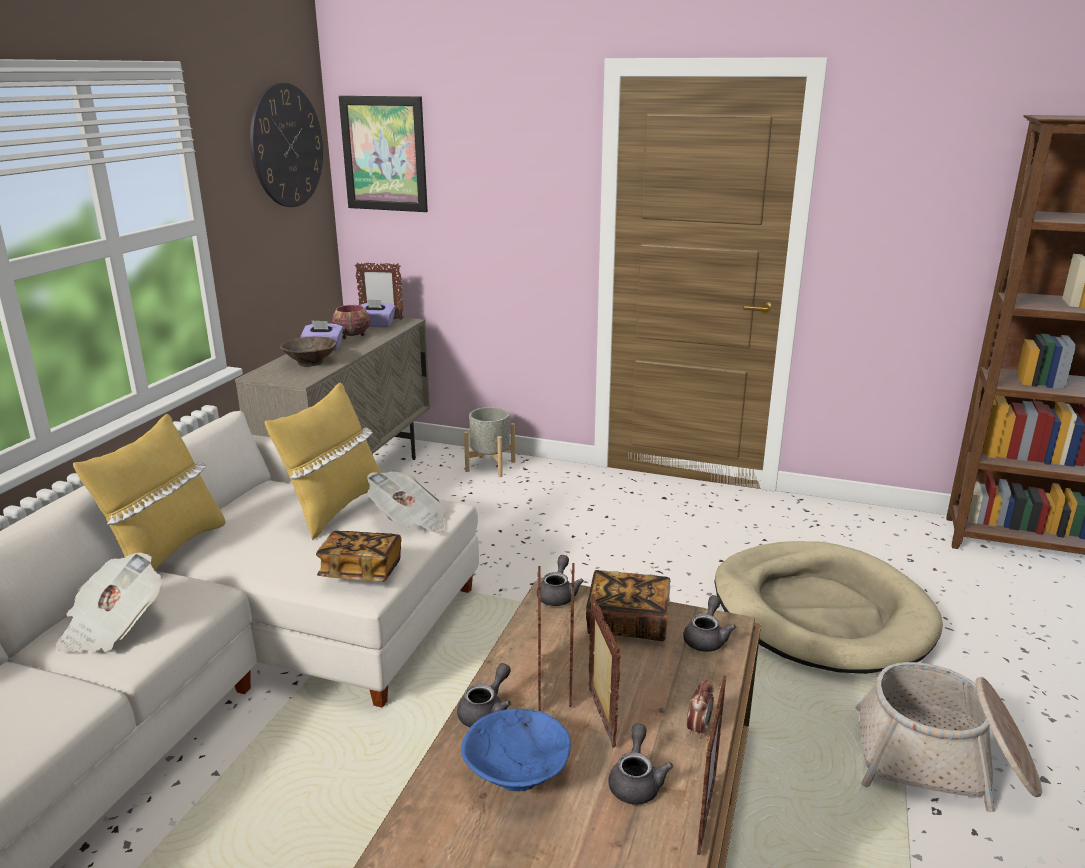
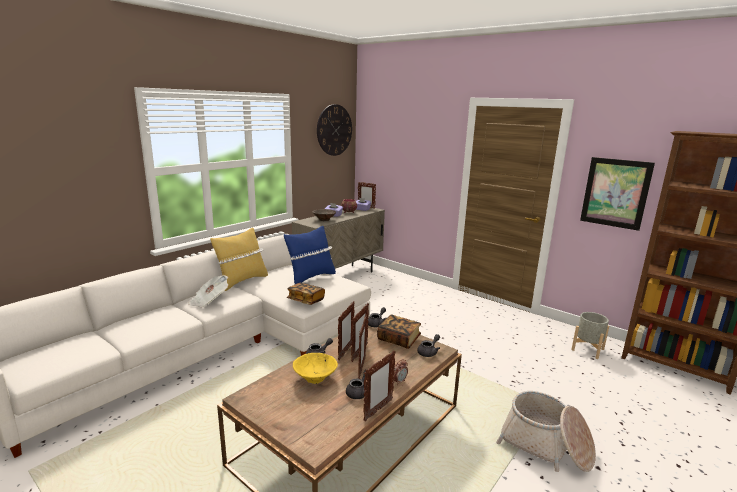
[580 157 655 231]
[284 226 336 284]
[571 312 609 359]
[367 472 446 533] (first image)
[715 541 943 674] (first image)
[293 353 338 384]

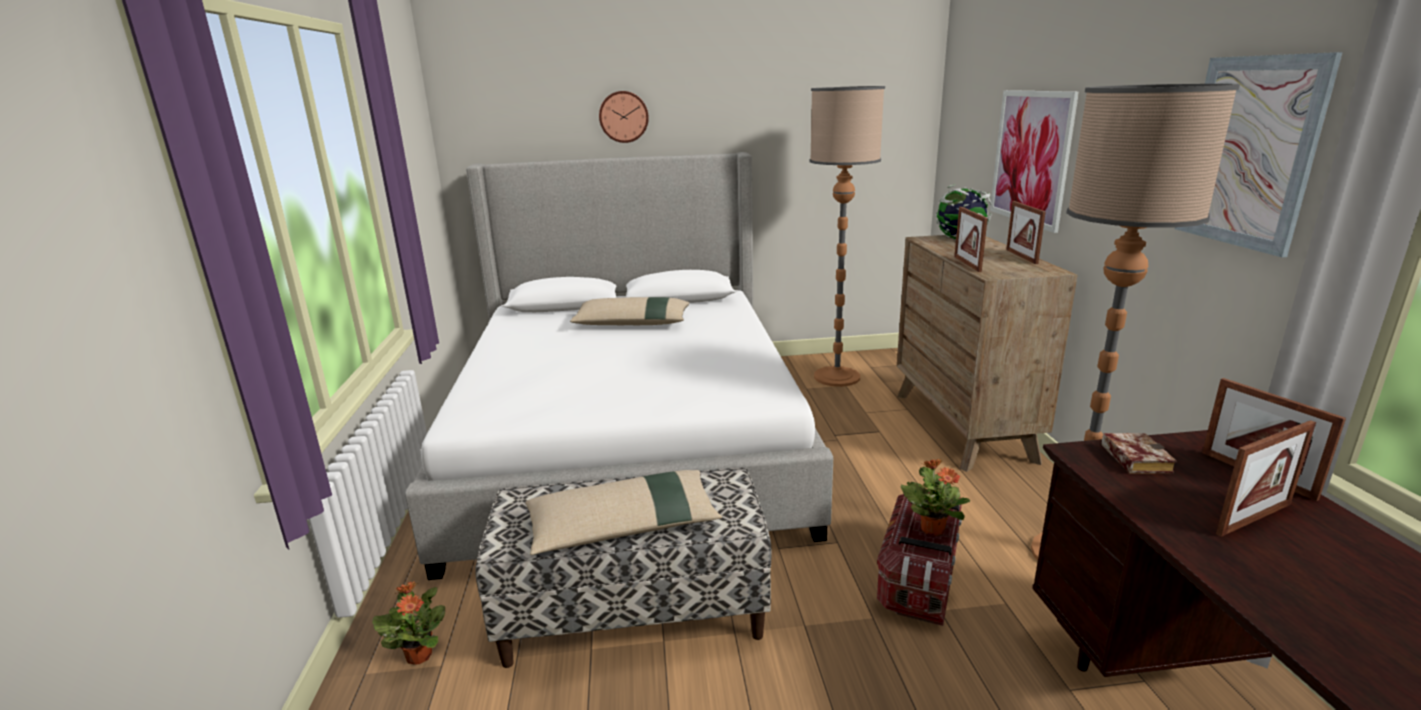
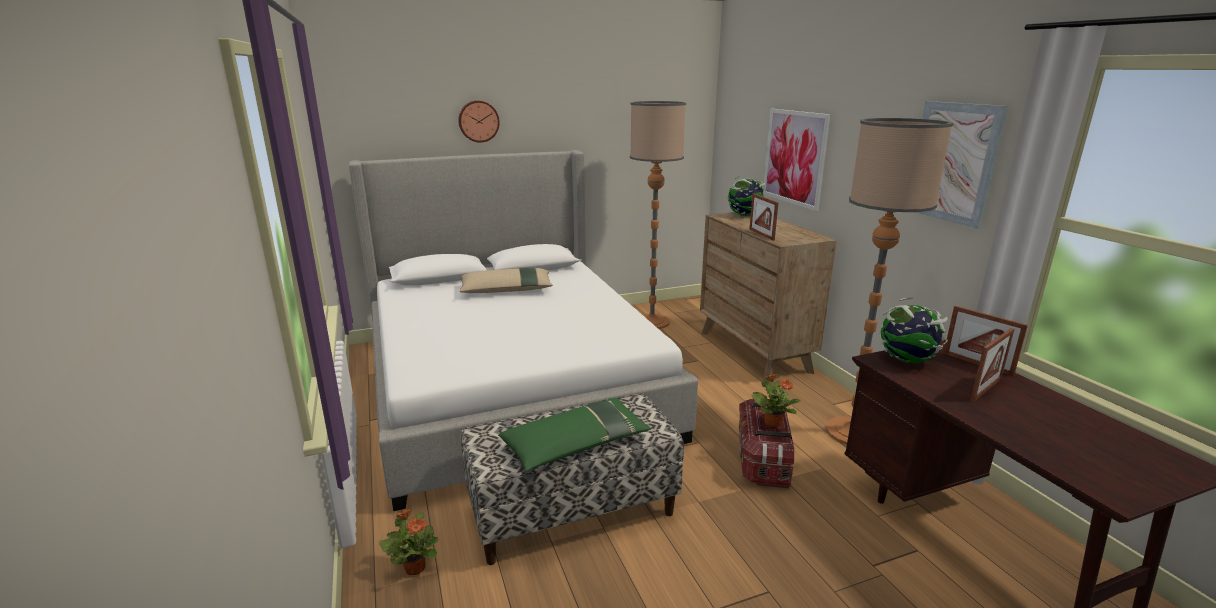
[1006 201 1046 264] (first image)
[879 297 948 363]
[498 398 651 471]

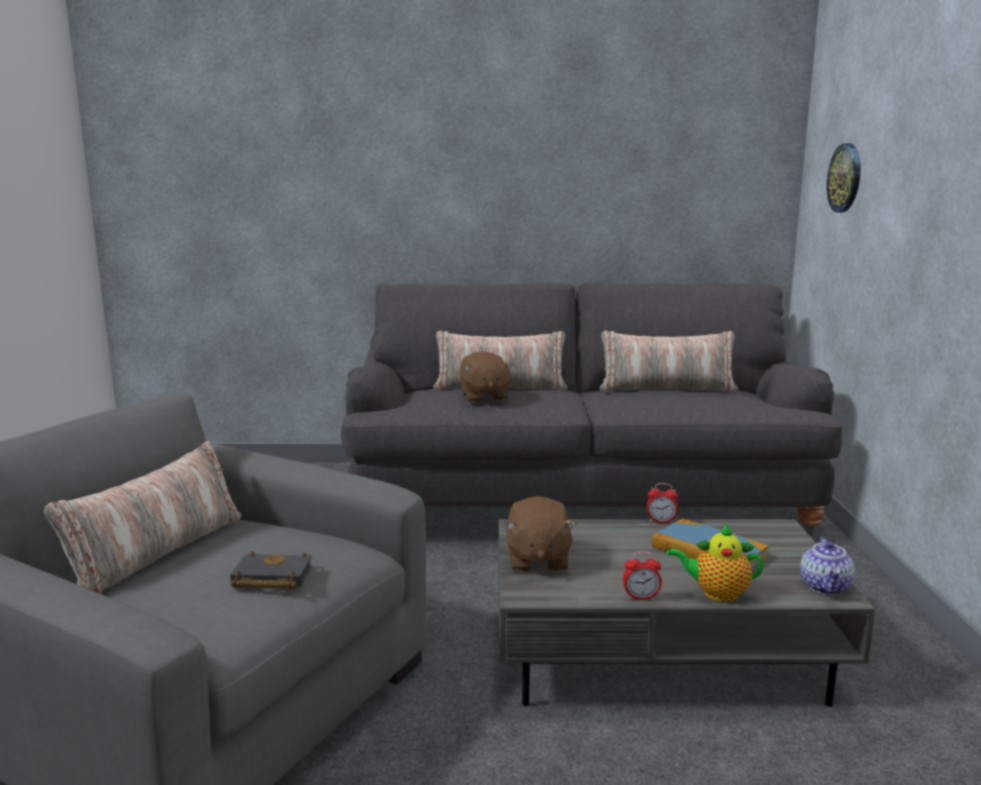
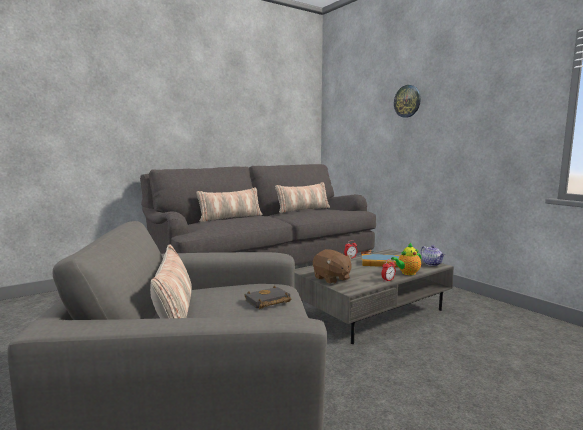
[394 85 421 118]
[459 351 514 403] (first image)

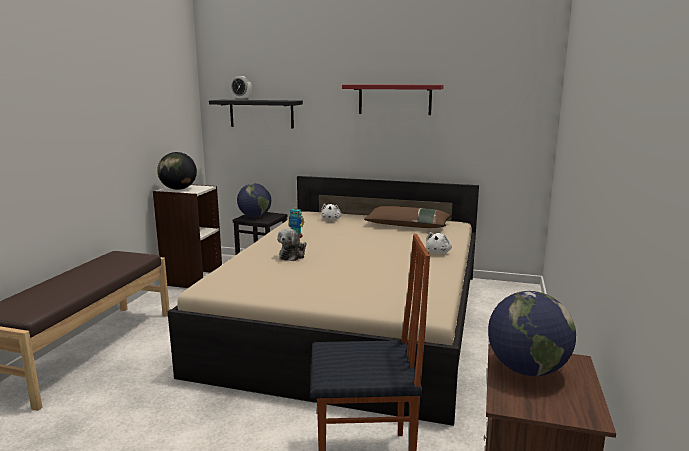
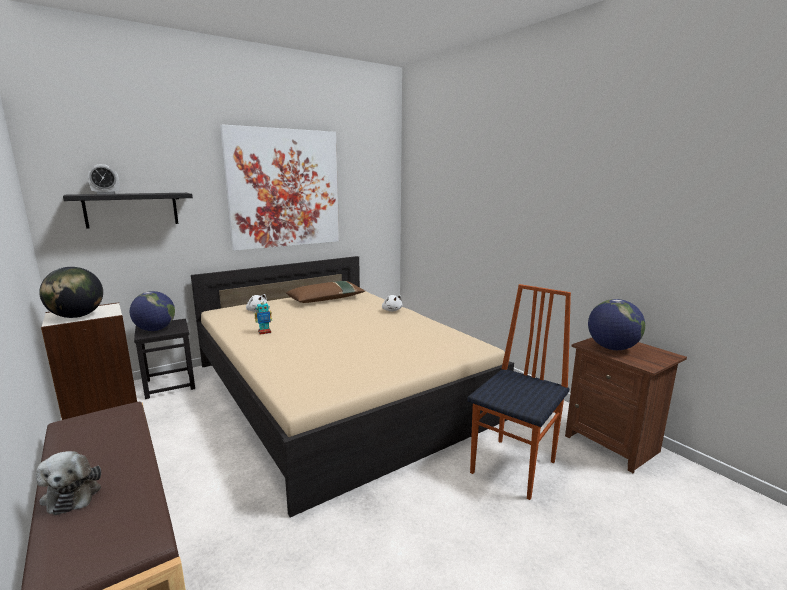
[220 124 339 251]
[36 451 101 515]

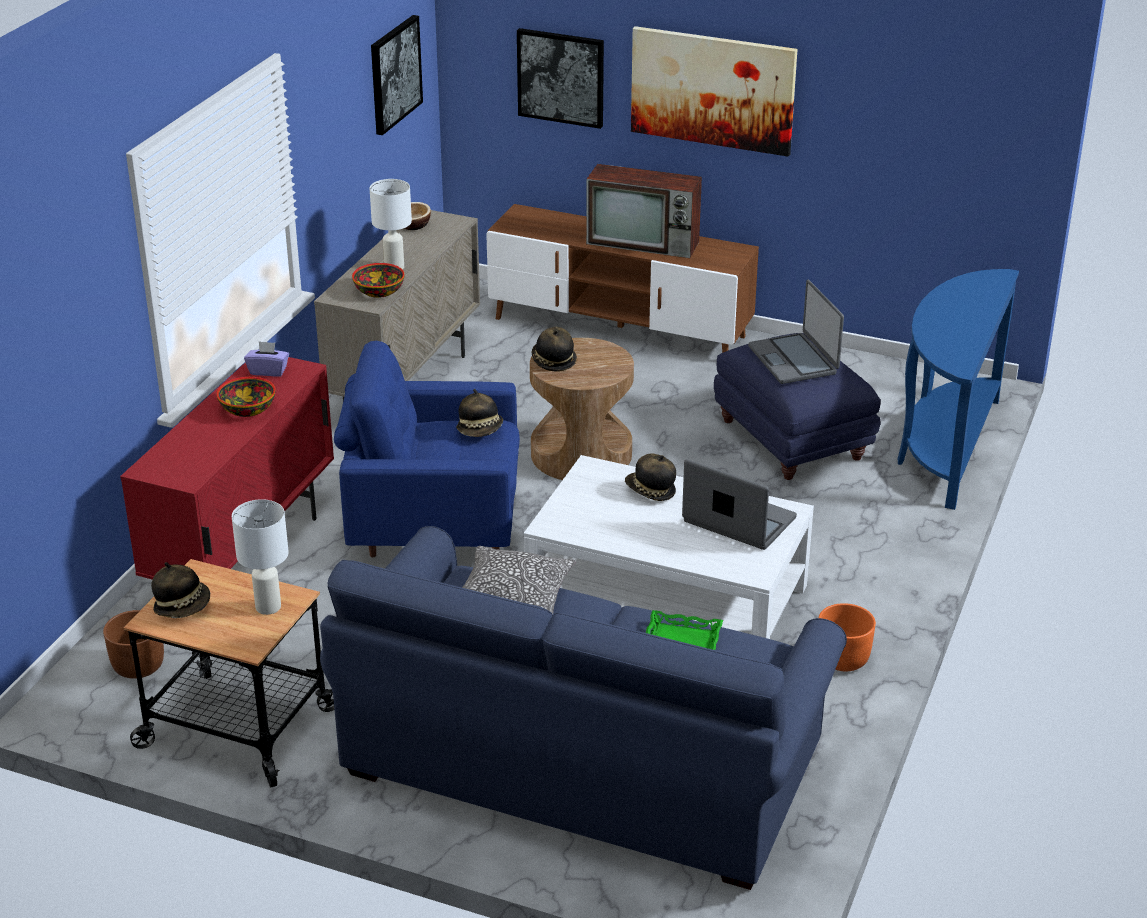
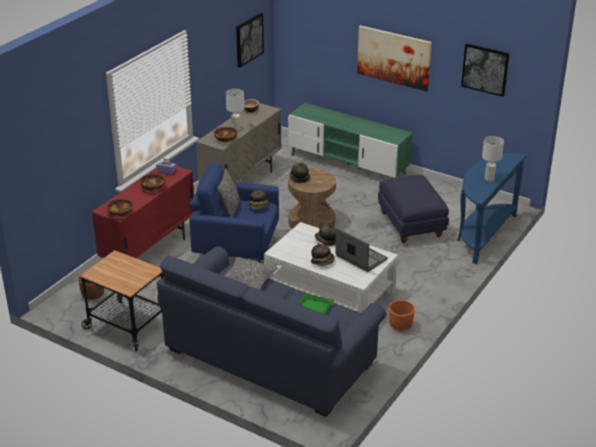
[461 43 510 97]
[586 164 702 258] (first image)
[288 103 413 179]
[748 279 844 384] (first image)
[482 136 504 181]
[311 243 335 266]
[218 168 240 218]
[106 198 133 217]

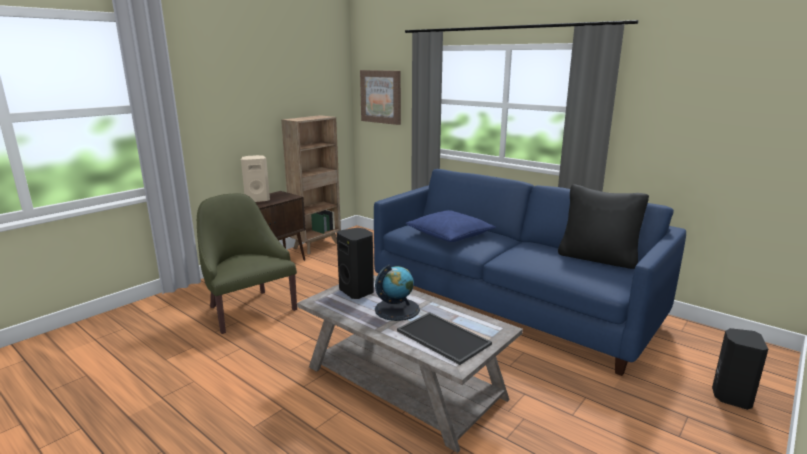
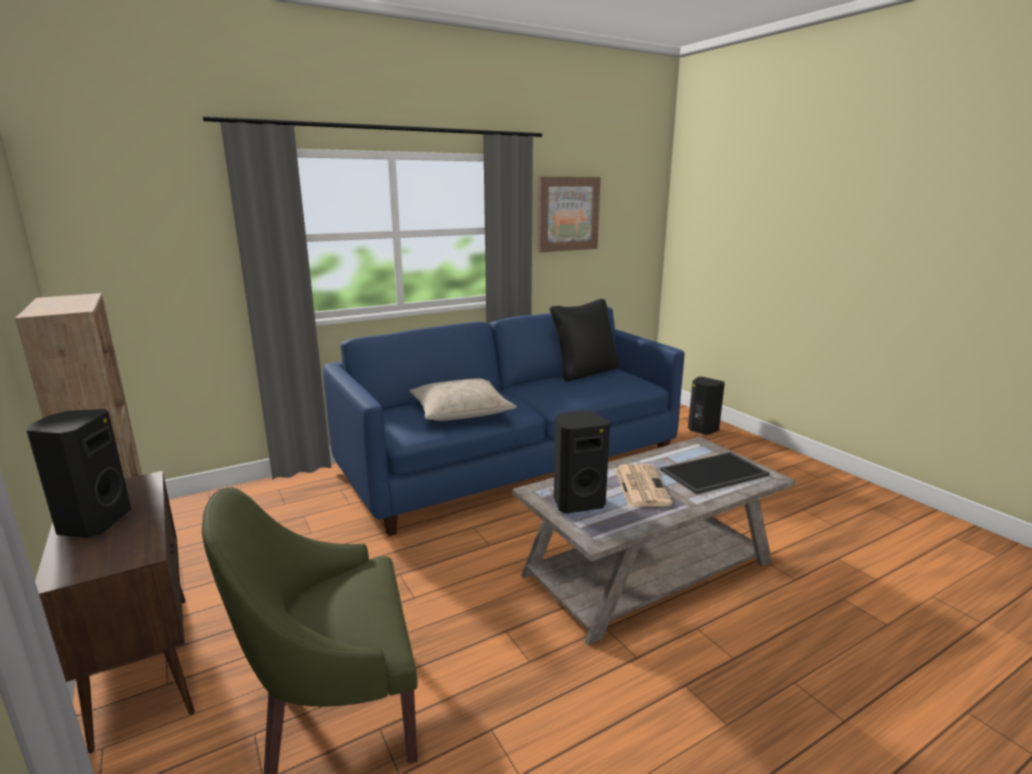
[538 177 601 252]
[27 409 131 538]
[409 378 517 421]
[615 464 673 506]

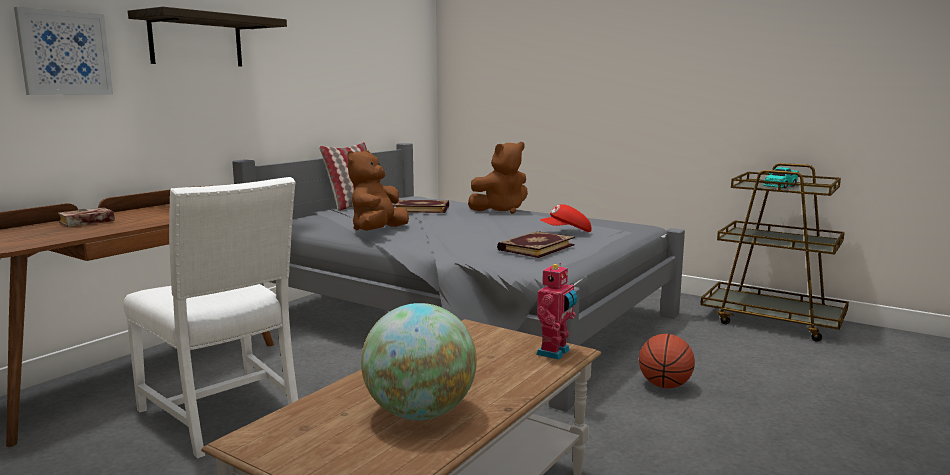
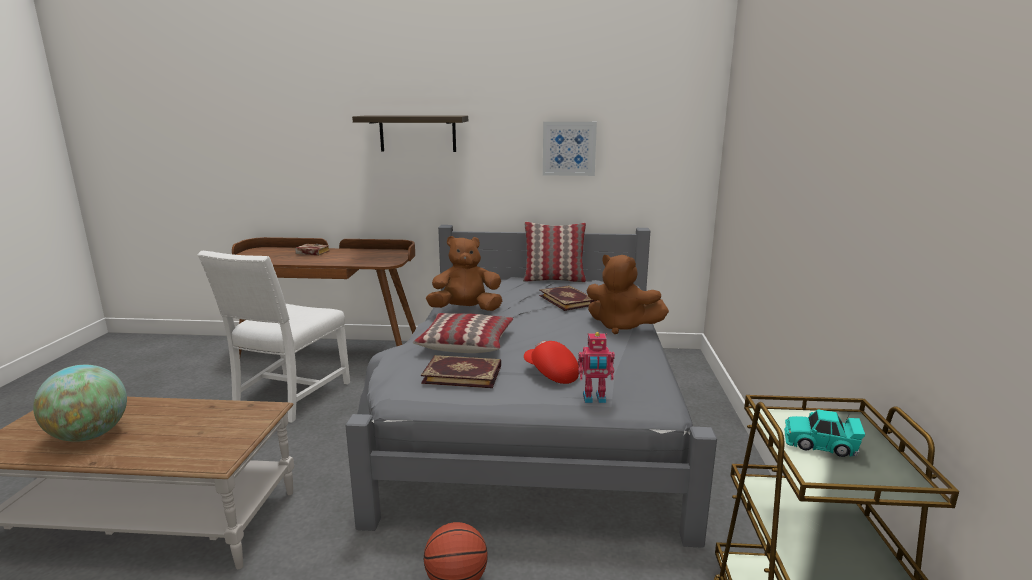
[543 122 597 176]
[578 332 615 403]
[413 313 513 353]

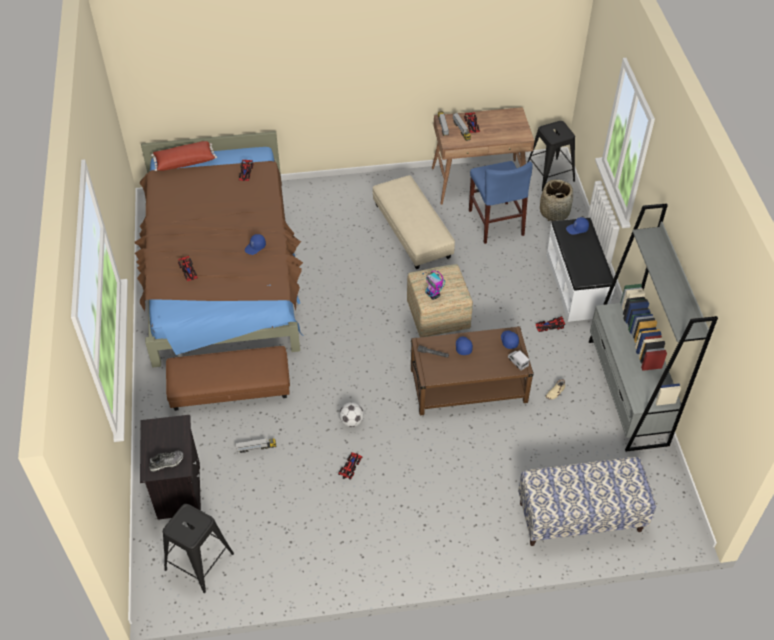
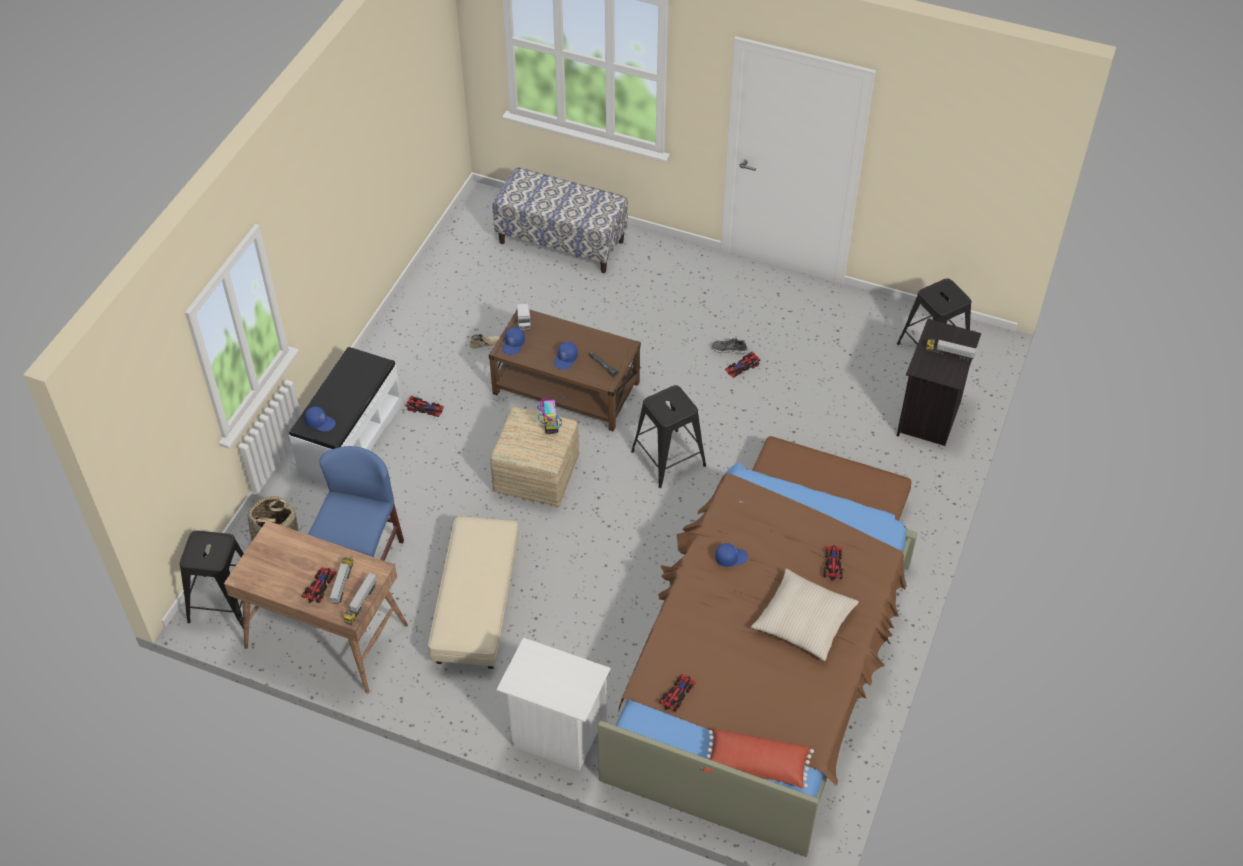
[589 204 718 451] (first image)
[339 402 364 427] (first image)
[925 339 976 361]
[712 338 747 355]
[631 385 706 488]
[751 569 859 661]
[496 638 611 771]

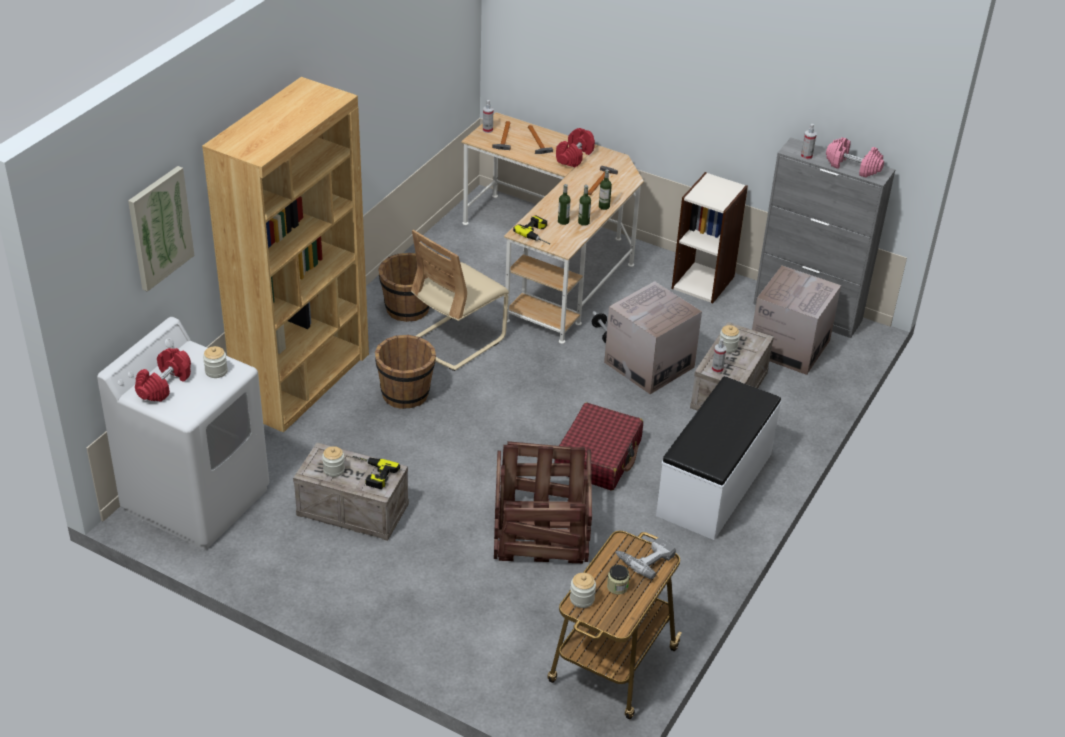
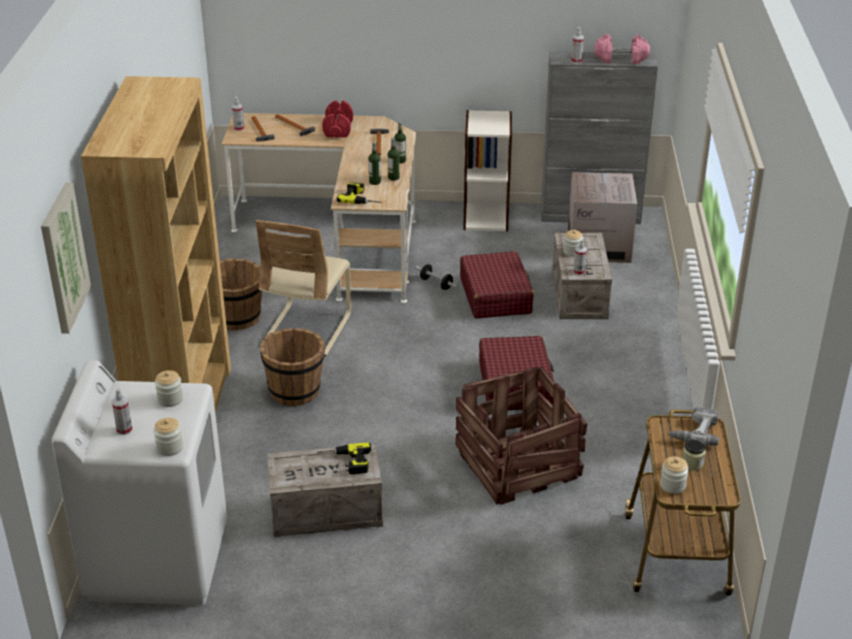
[460 251 534 319]
[112 388 133 435]
[656 376 781 540] (first image)
[154 418 183 456]

